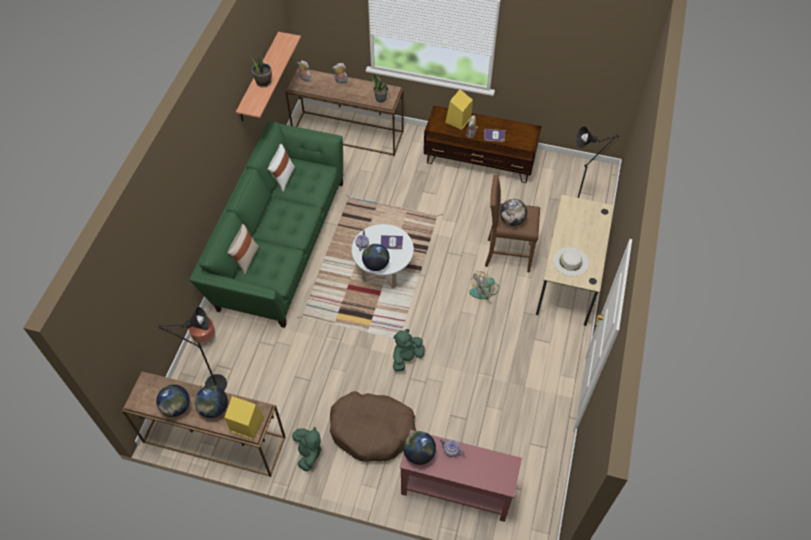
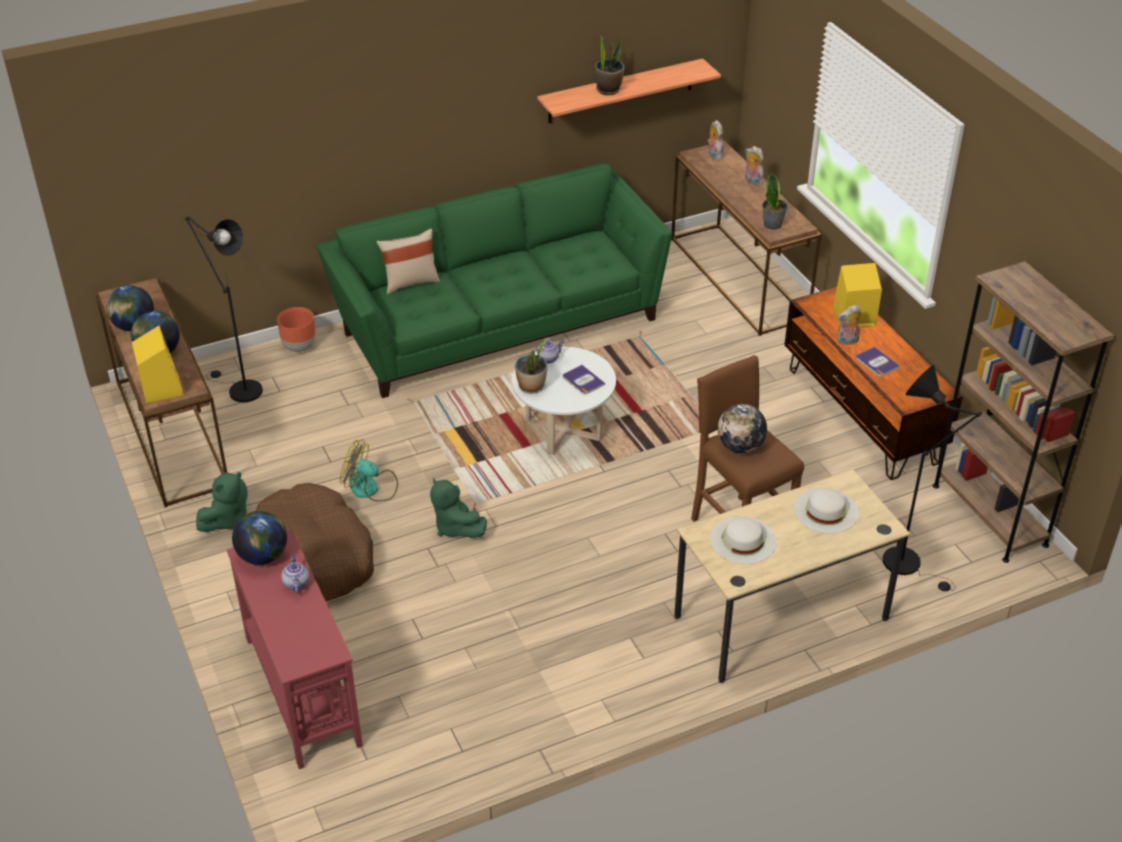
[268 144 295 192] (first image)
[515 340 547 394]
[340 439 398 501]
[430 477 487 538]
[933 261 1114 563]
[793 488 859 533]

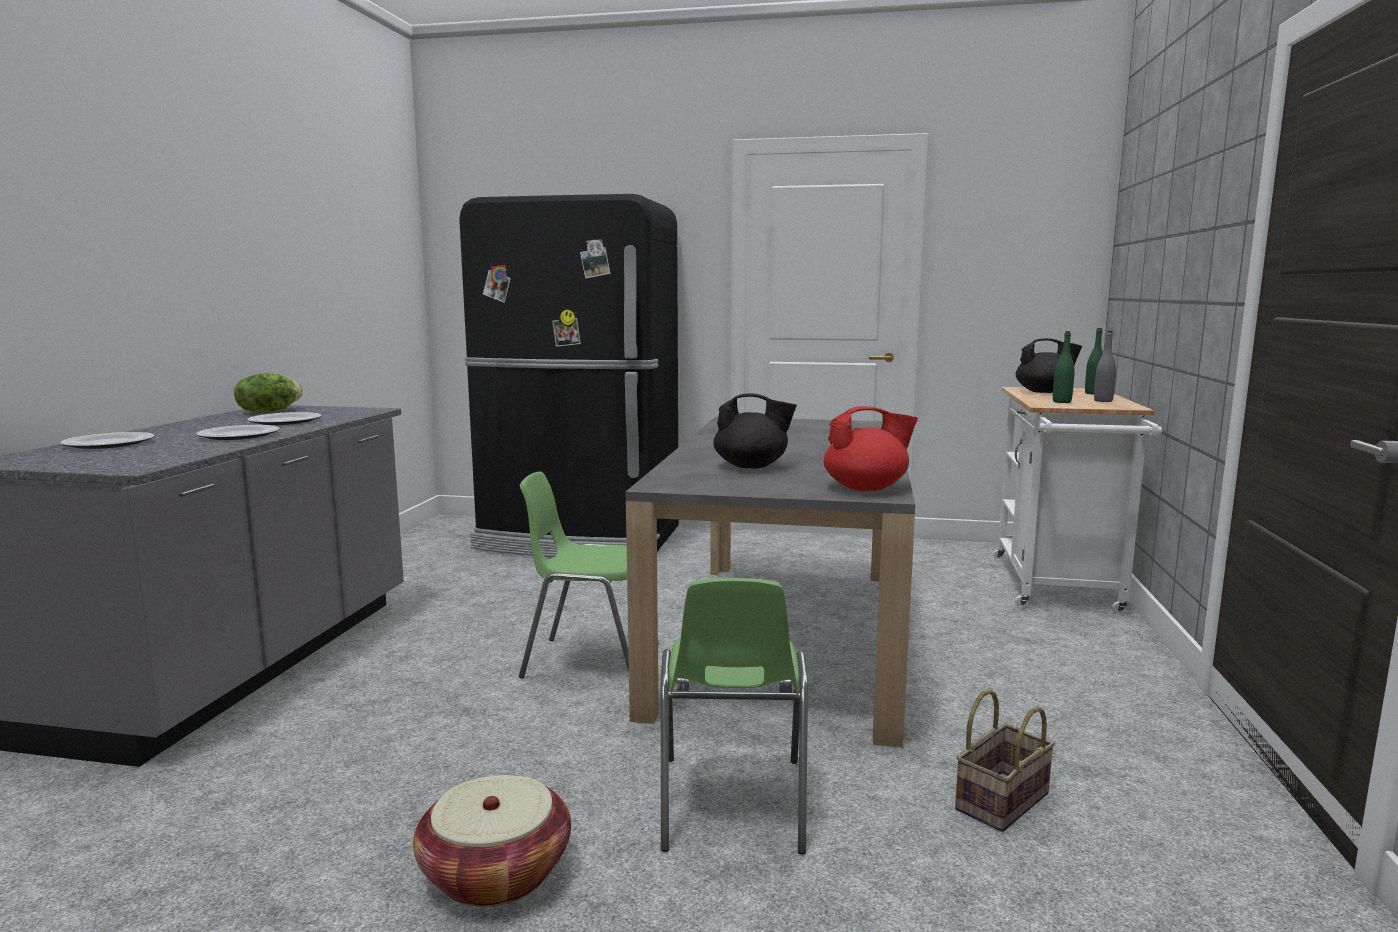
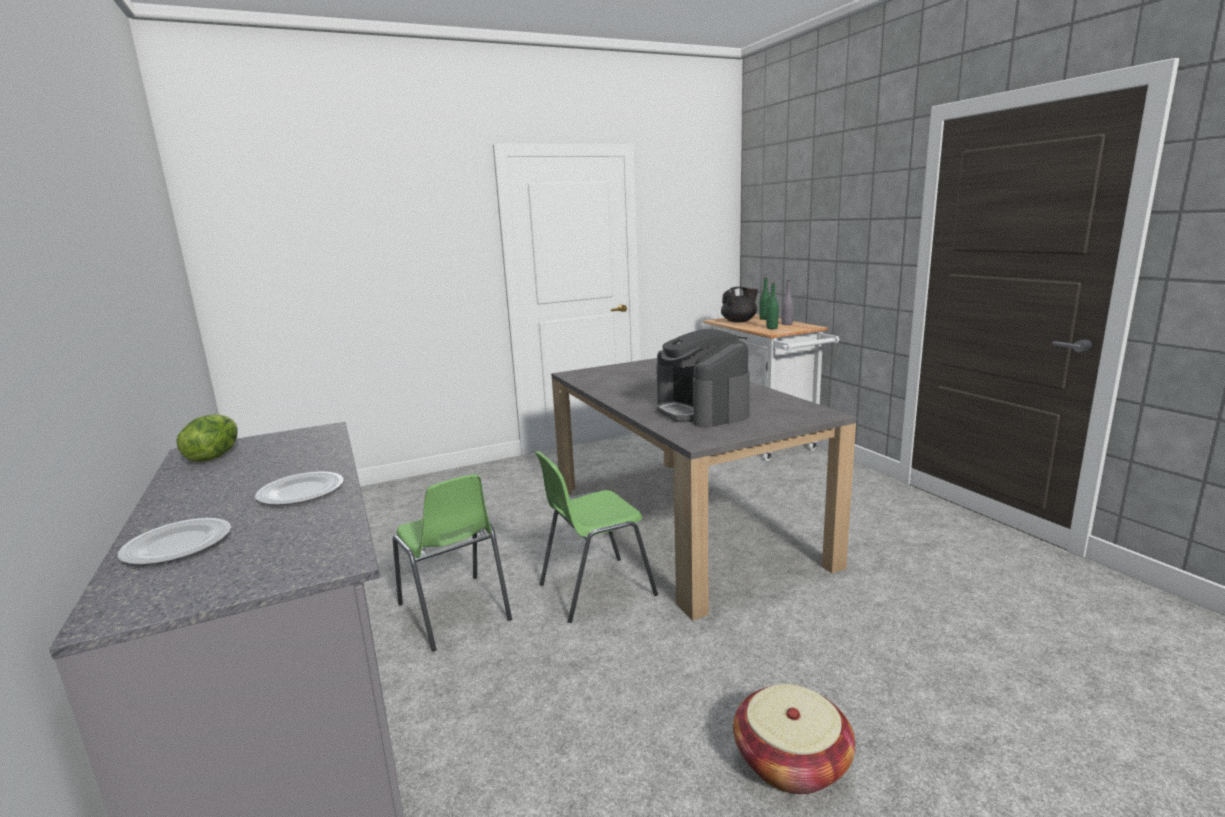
[459 194 679 557] (first image)
[656 329 750 428]
[824 406 918 491] (first image)
[247 412 321 425] (first image)
[393 474 512 652]
[955 689 1055 832] (first image)

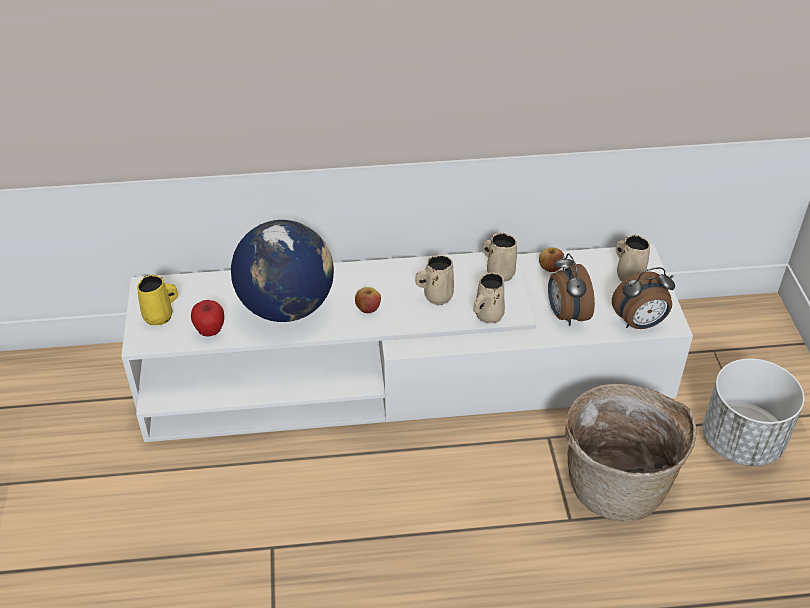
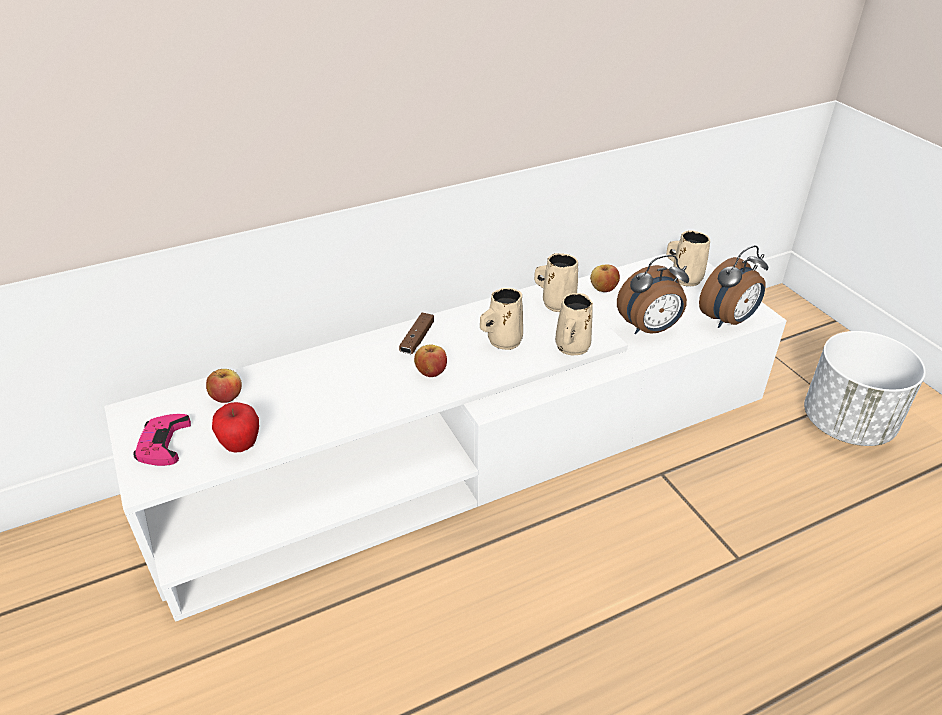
[231 220 334 322] (first image)
[617 255 689 334]
[133 414 191 466]
[565 384 697 522] (first image)
[399 313 434 354]
[206 369 242 403]

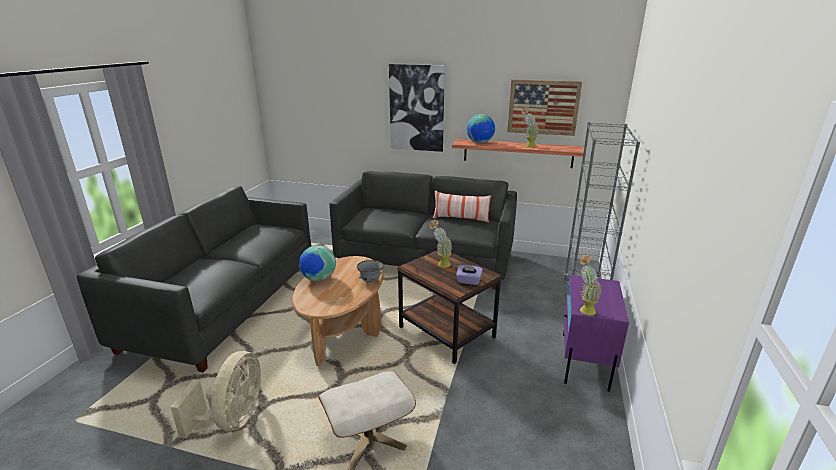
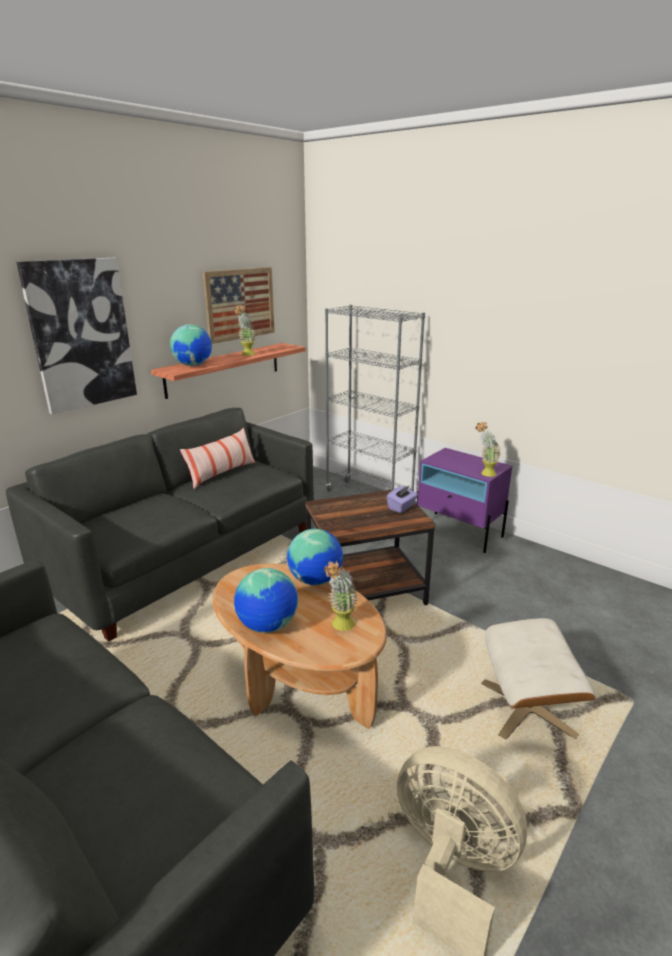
[324 561 358 631]
[287 529 343 585]

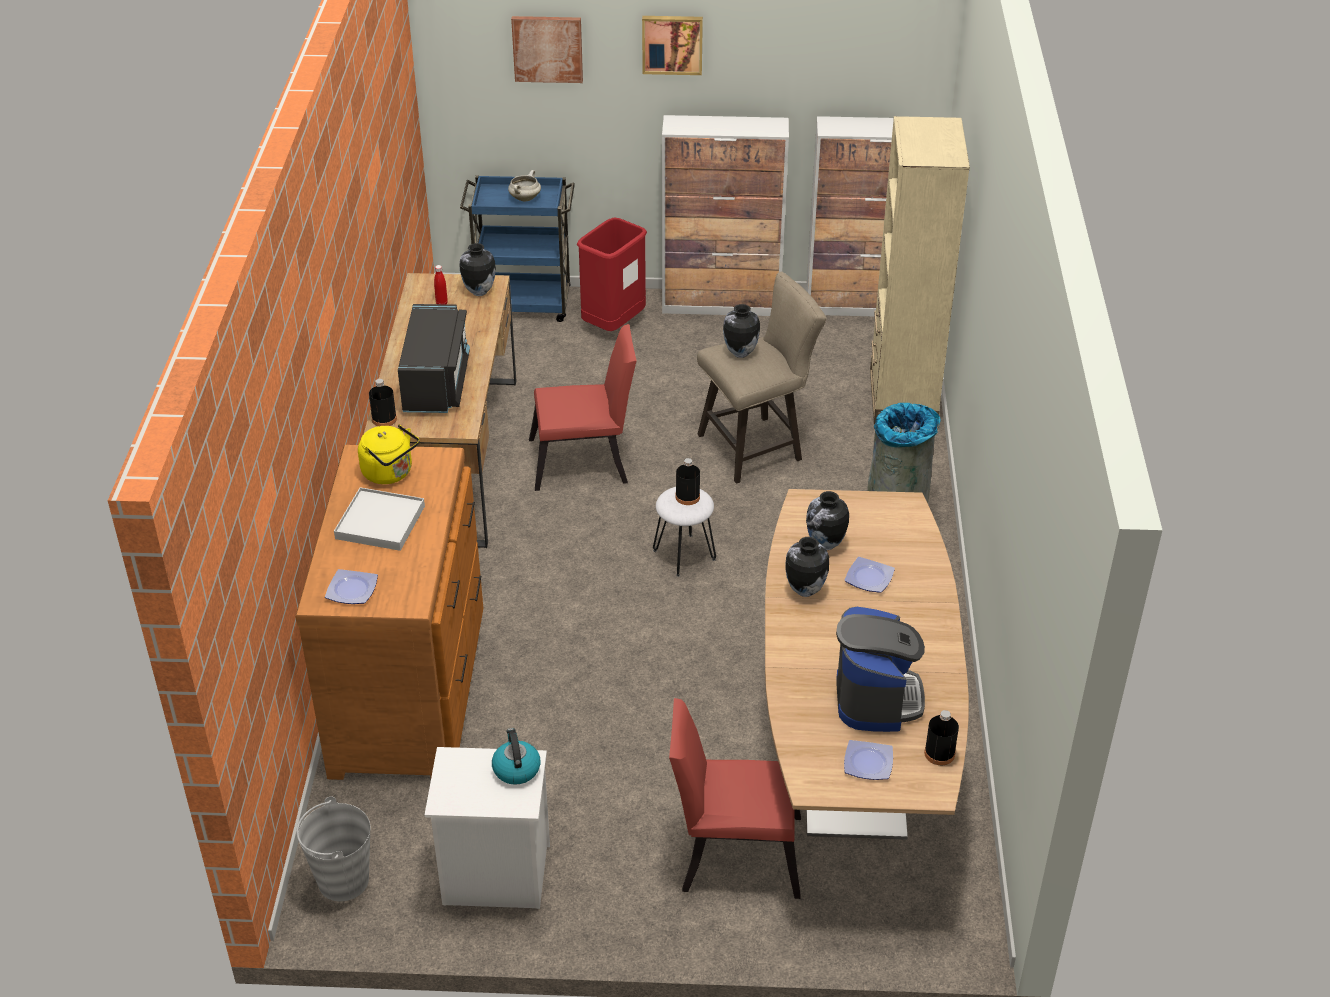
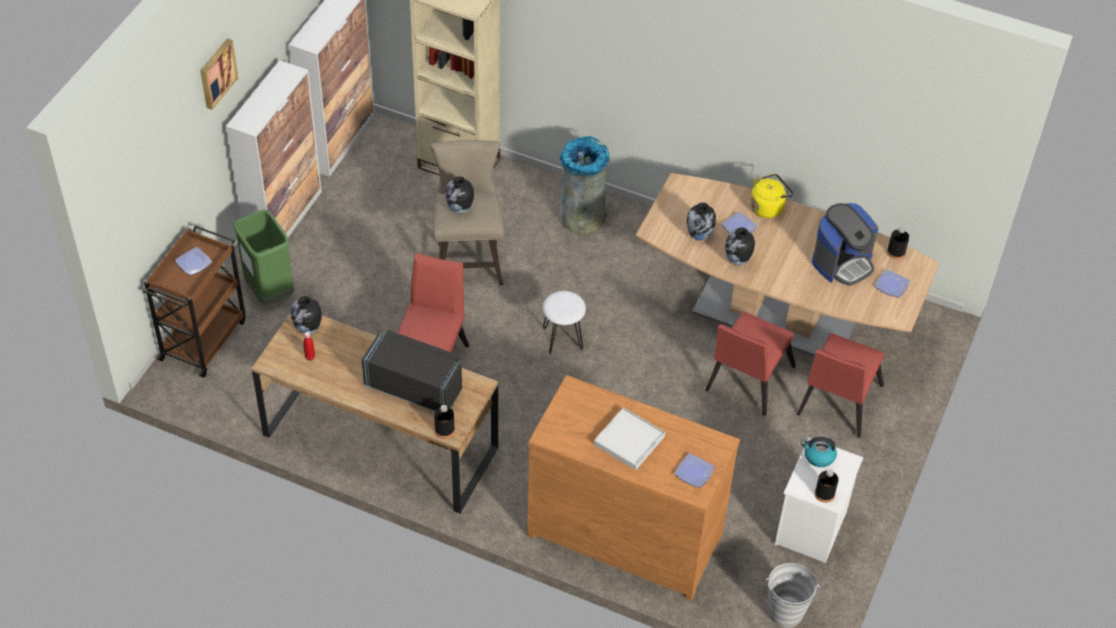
[511 16 583 83] (first image)
[175 247 212 275]
[143 225 246 378]
[234 210 294 305]
[750 174 794 218]
[815 469 839 503]
[812 203 878 286]
[705 311 796 416]

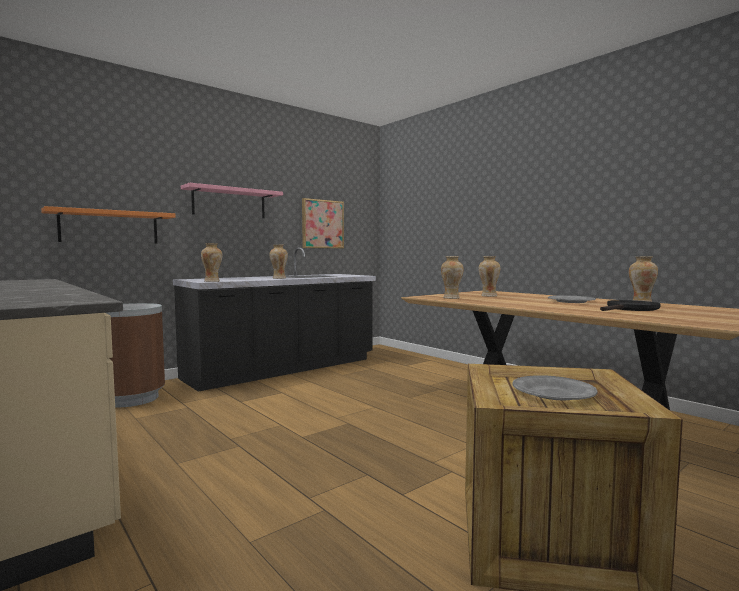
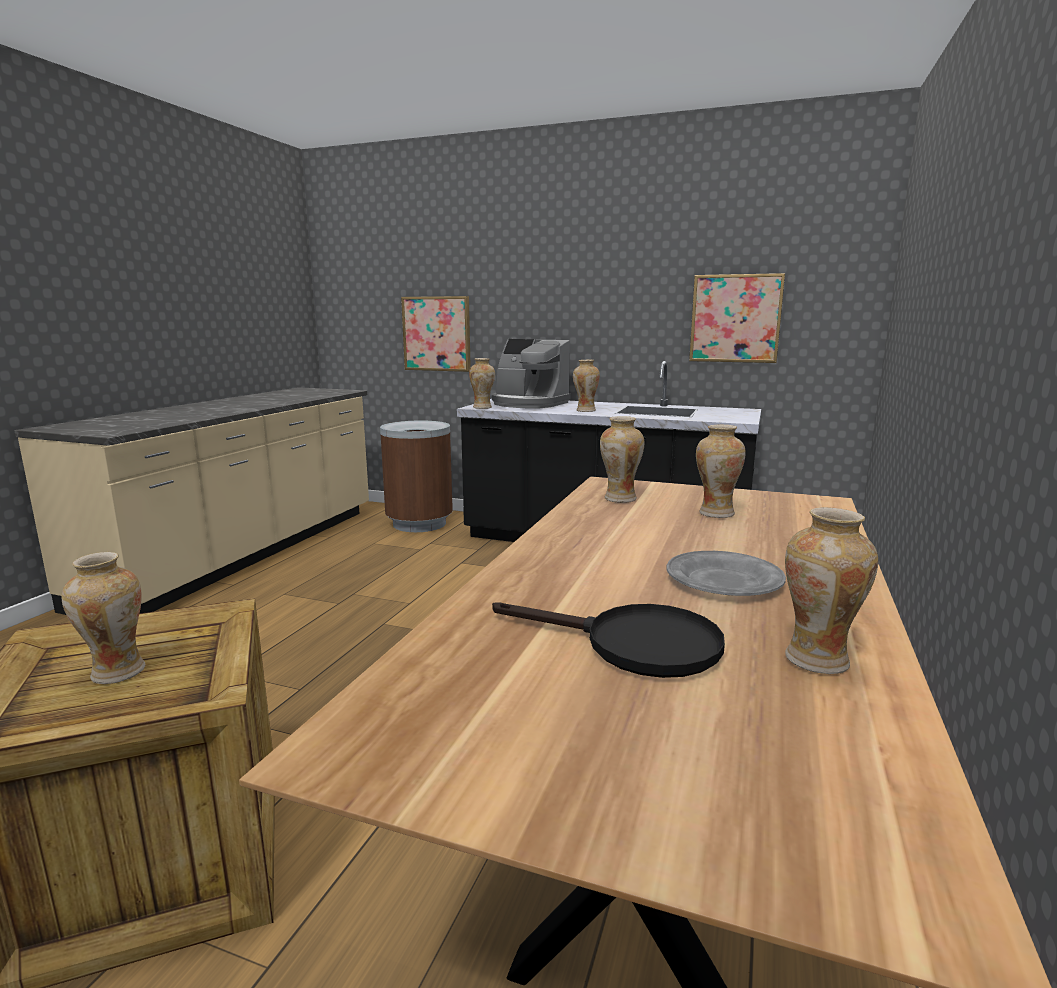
[181 183 283 218] (first image)
[401 296 471 372]
[61 552 145 684]
[492 339 571 409]

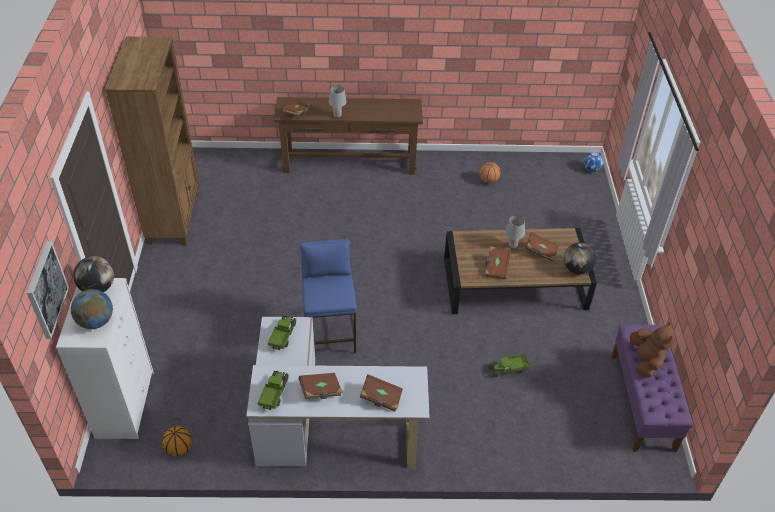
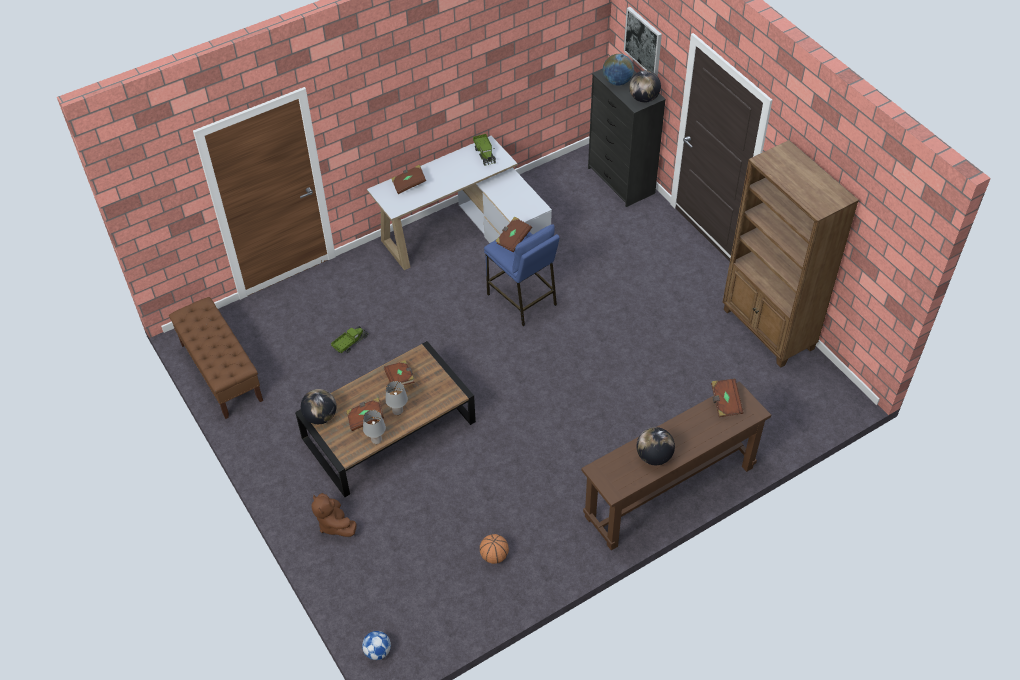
[363 410 386 444]
[588 69 666 207]
[268 316 296 350] (first image)
[311 493 356 537]
[169 297 263 419]
[495 216 532 252]
[162 426 192 456] (first image)
[637 427 675 465]

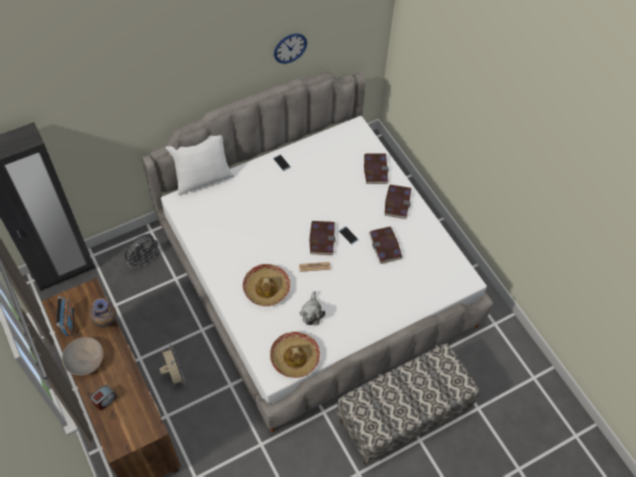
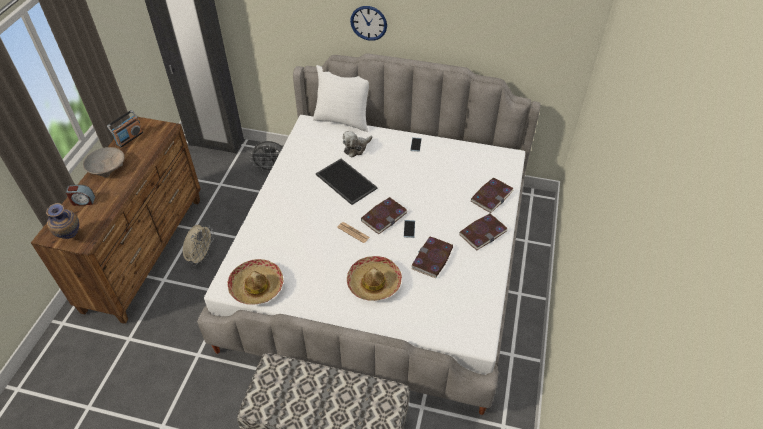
[350 6 387 41]
[347 256 402 301]
[342 131 372 158]
[46 203 79 239]
[316 159 378 205]

